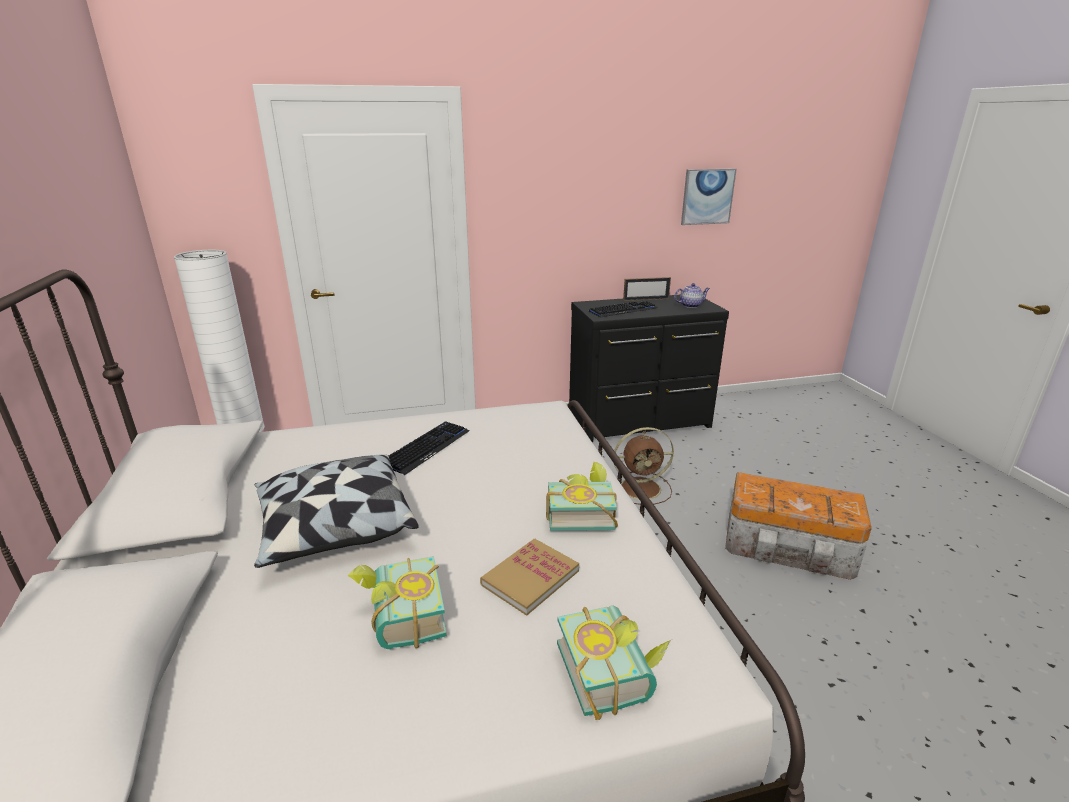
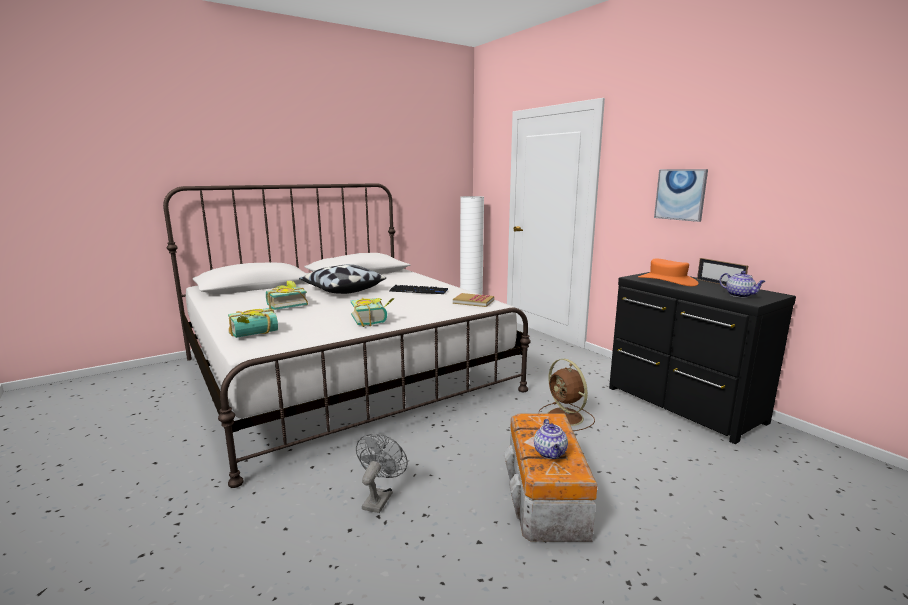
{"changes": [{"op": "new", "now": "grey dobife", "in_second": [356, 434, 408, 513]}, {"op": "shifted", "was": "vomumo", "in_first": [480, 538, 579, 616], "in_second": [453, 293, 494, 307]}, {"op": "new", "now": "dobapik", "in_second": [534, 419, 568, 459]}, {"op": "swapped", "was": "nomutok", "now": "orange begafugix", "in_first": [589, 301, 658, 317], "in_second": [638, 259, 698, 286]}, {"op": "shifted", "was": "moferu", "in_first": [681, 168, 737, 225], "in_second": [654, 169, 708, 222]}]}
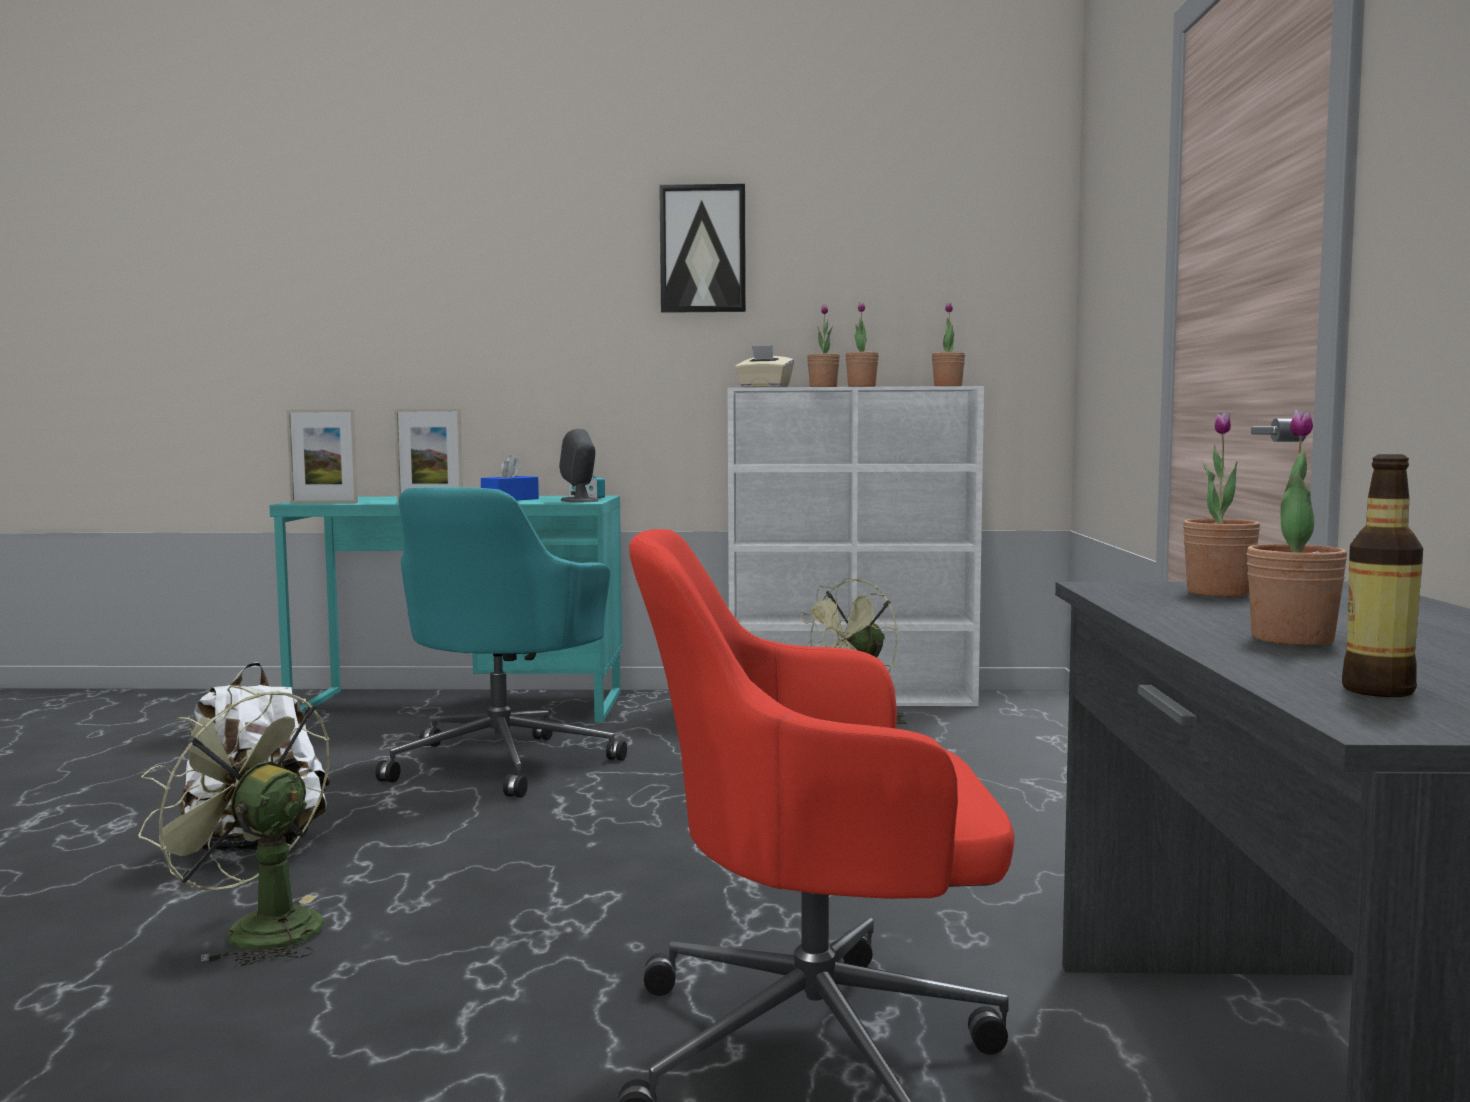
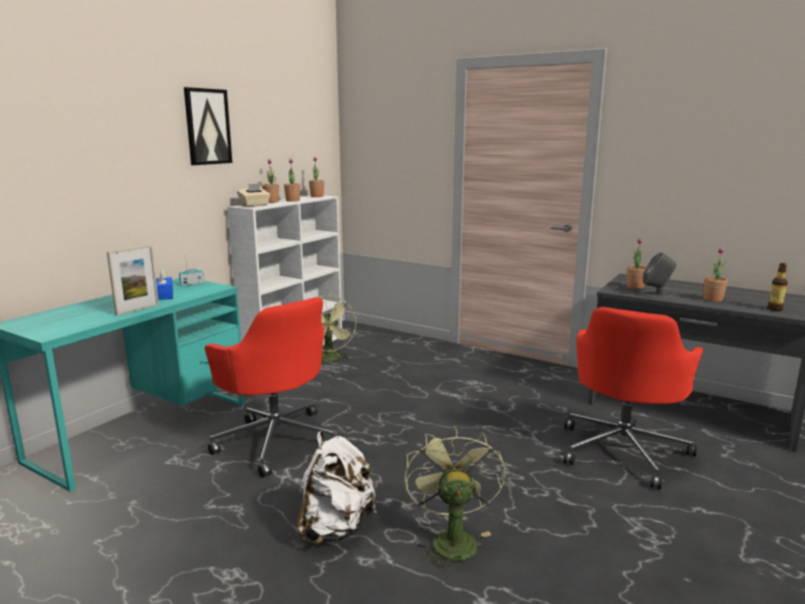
{"changes": [{"op": "repainted", "was": "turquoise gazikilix", "now": "red gazikilix", "in_first": [375, 487, 627, 798], "in_second": [205, 297, 334, 477]}, {"op": "rotated", "was": "green dobife", "in_first": [138, 686, 329, 966], "in_second": [404, 426, 505, 571], "clockwise": 120}, {"op": "shifted", "was": "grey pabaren", "in_first": [559, 429, 598, 502], "in_second": [641, 252, 677, 298]}, {"op": "gone", "was": "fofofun", "in_first": [286, 409, 358, 503]}]}
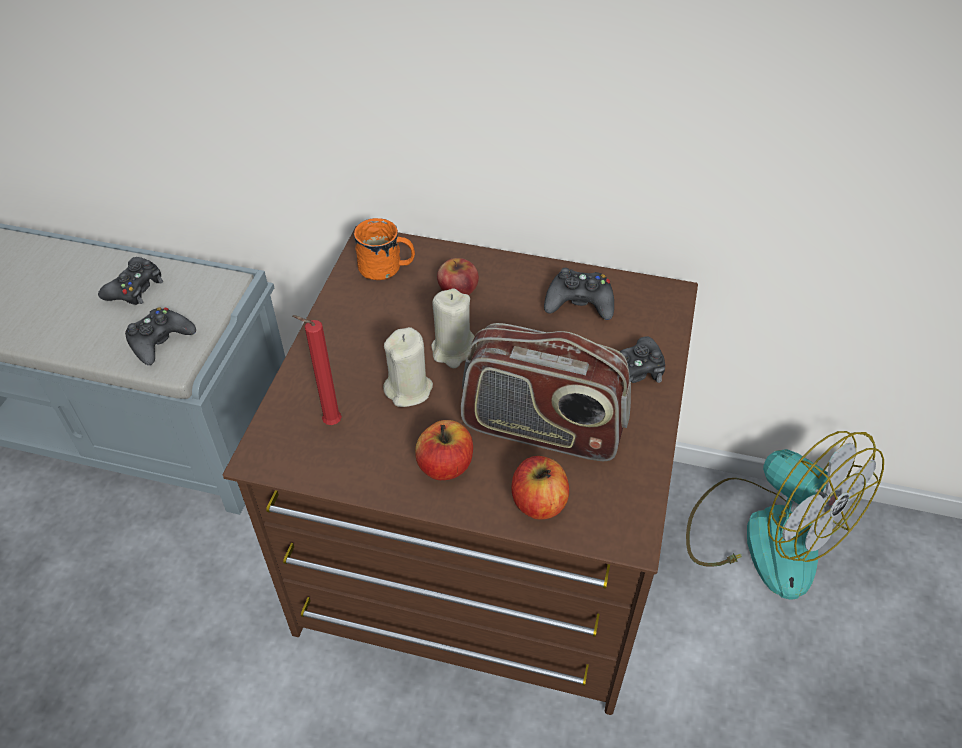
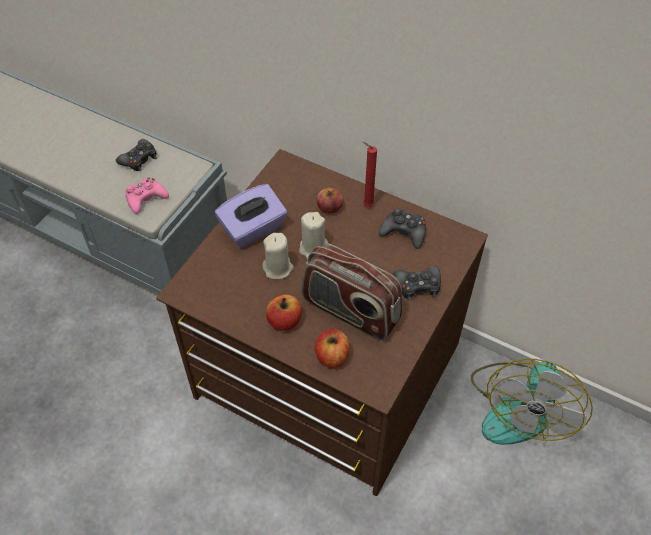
{"changes": [{"op": "repainted", "was": "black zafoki", "now": "pink zafoki", "in_first": [125, 307, 196, 365], "in_second": [126, 177, 169, 214]}, {"op": "new", "now": "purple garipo", "in_second": [215, 184, 287, 248]}, {"op": "shifted", "was": "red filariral", "in_first": [292, 315, 342, 425], "in_second": [363, 142, 377, 207]}, {"op": "rotated", "was": "dobife", "in_first": [686, 431, 884, 599], "in_second": [471, 359, 593, 445], "clockwise": 45}, {"op": "gone", "was": "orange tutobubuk", "in_first": [354, 218, 415, 280]}]}
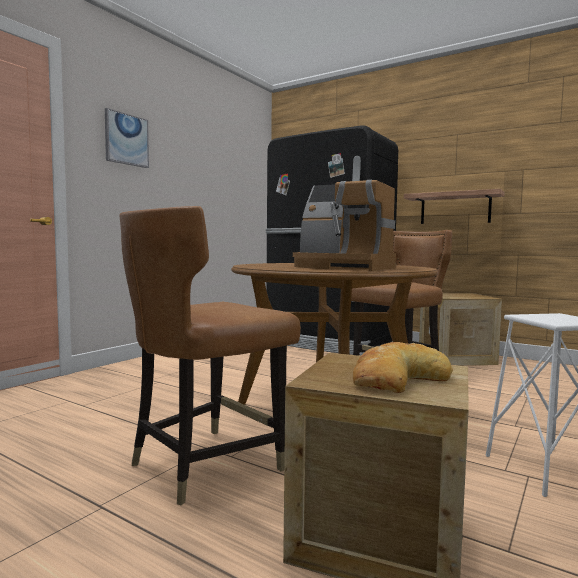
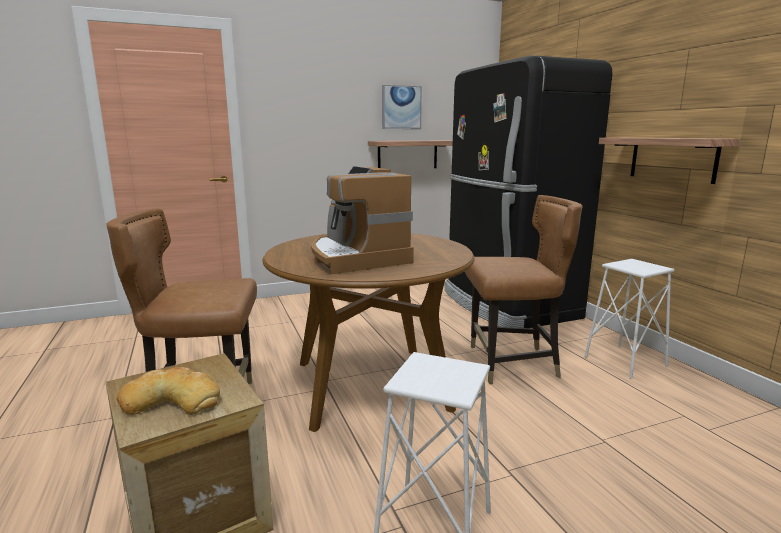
{"changes": [{"op": "new", "now": "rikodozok", "in_second": [368, 141, 453, 168]}, {"op": "shifted", "was": "moferu", "in_first": [105, 108, 149, 168], "in_second": [382, 85, 422, 129]}, {"op": "swapped", "was": "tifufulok", "now": "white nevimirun", "in_first": [419, 293, 502, 366], "in_second": [584, 259, 674, 379]}]}
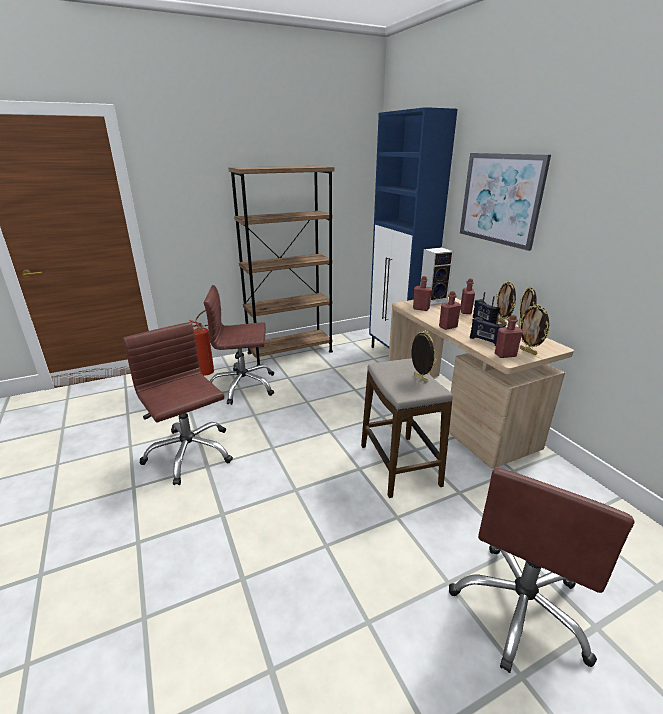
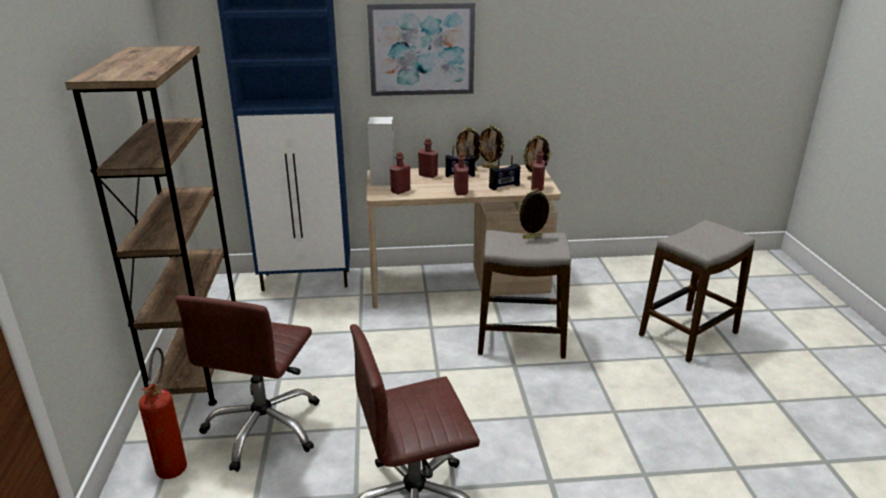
{"changes": [{"op": "swapped", "was": "brown gazikilix", "now": "nevimirun", "in_first": [449, 468, 635, 673], "in_second": [639, 220, 755, 362]}]}
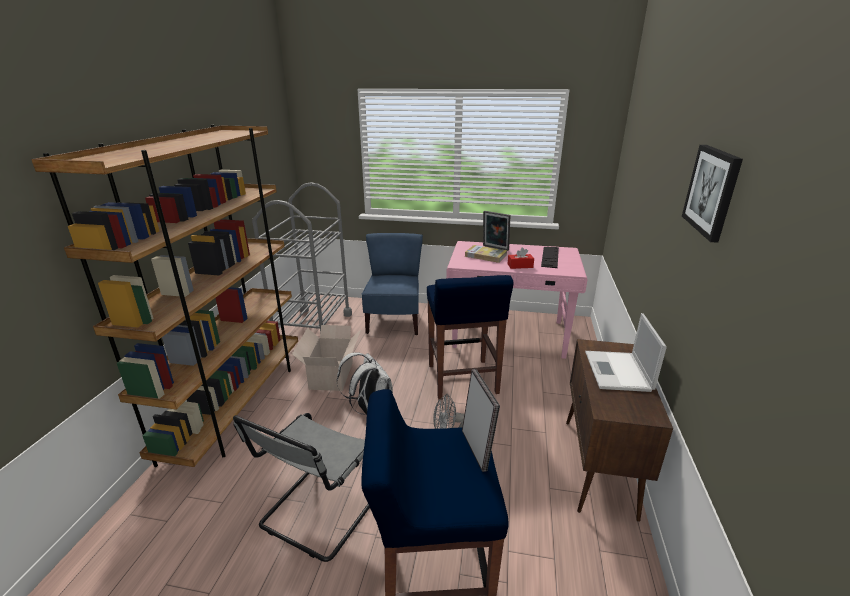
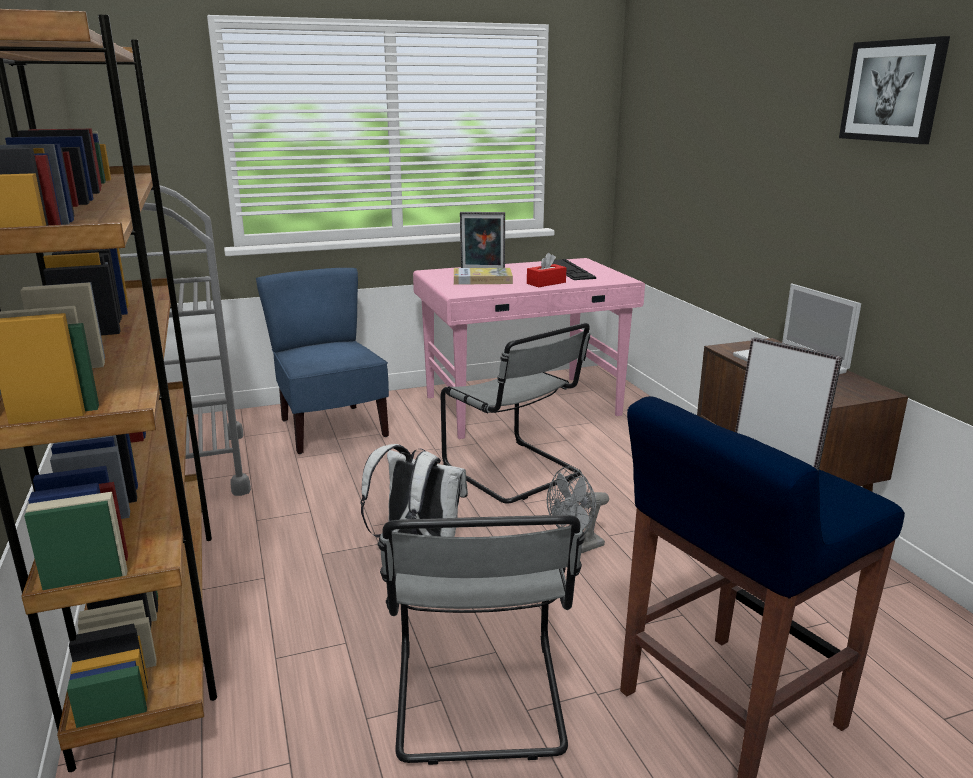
{"changes": [{"op": "swapped", "was": "blue nevimirun", "now": "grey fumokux", "in_first": [427, 275, 514, 400], "in_second": [441, 323, 590, 504]}, {"op": "gone", "was": "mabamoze", "in_first": [292, 325, 361, 391]}]}
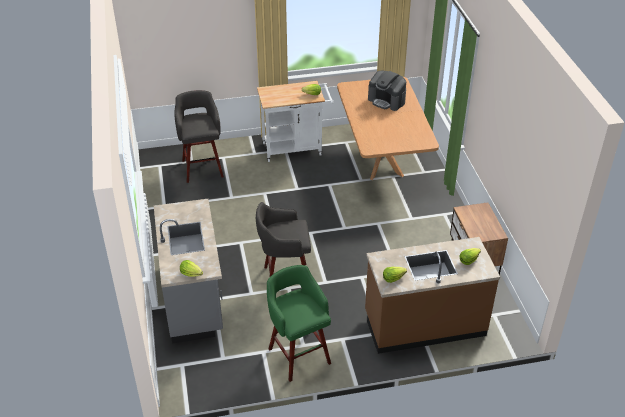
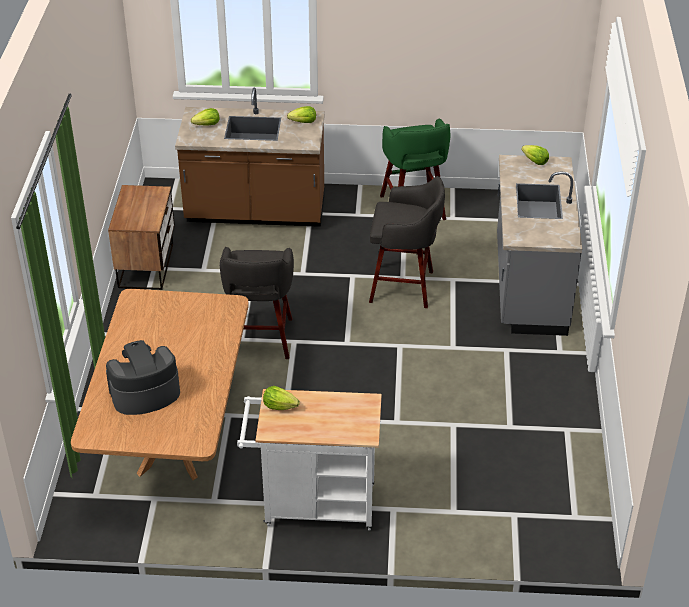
{"changes": [{"op": "rotated", "was": "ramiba", "in_first": [368, 71, 406, 111], "in_second": [106, 340, 180, 415], "clockwise": -75}, {"op": "shifted", "was": "grey nevimirun", "in_first": [174, 90, 224, 183], "in_second": [220, 247, 294, 359]}]}
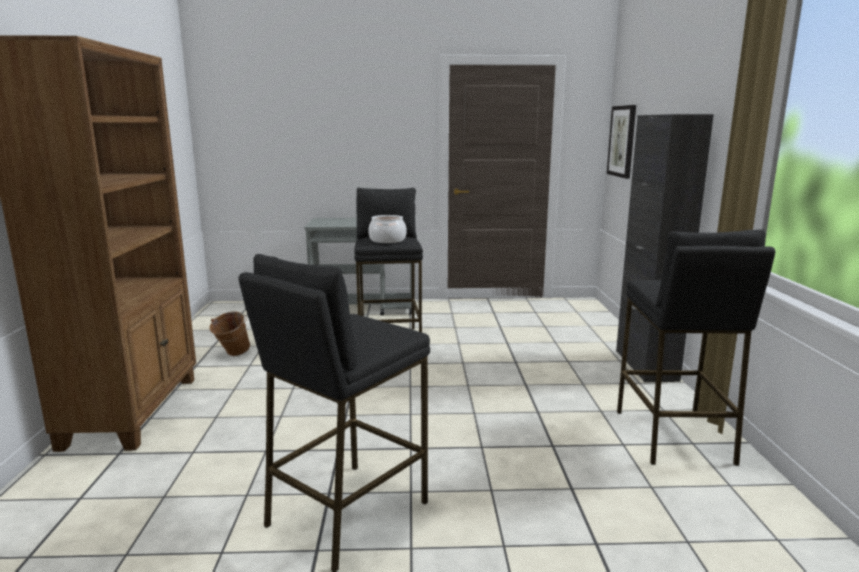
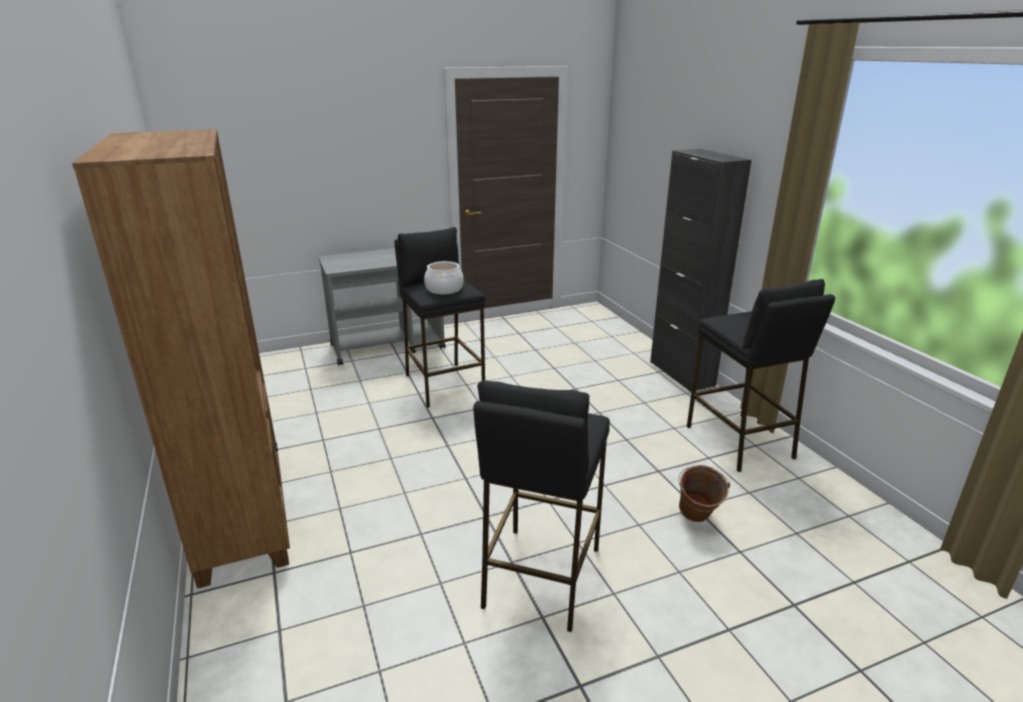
{"changes": [{"op": "shifted", "was": "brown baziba", "in_first": [210, 311, 250, 356], "in_second": [678, 465, 730, 522]}, {"op": "gone", "was": "moferu", "in_first": [607, 105, 636, 179]}]}
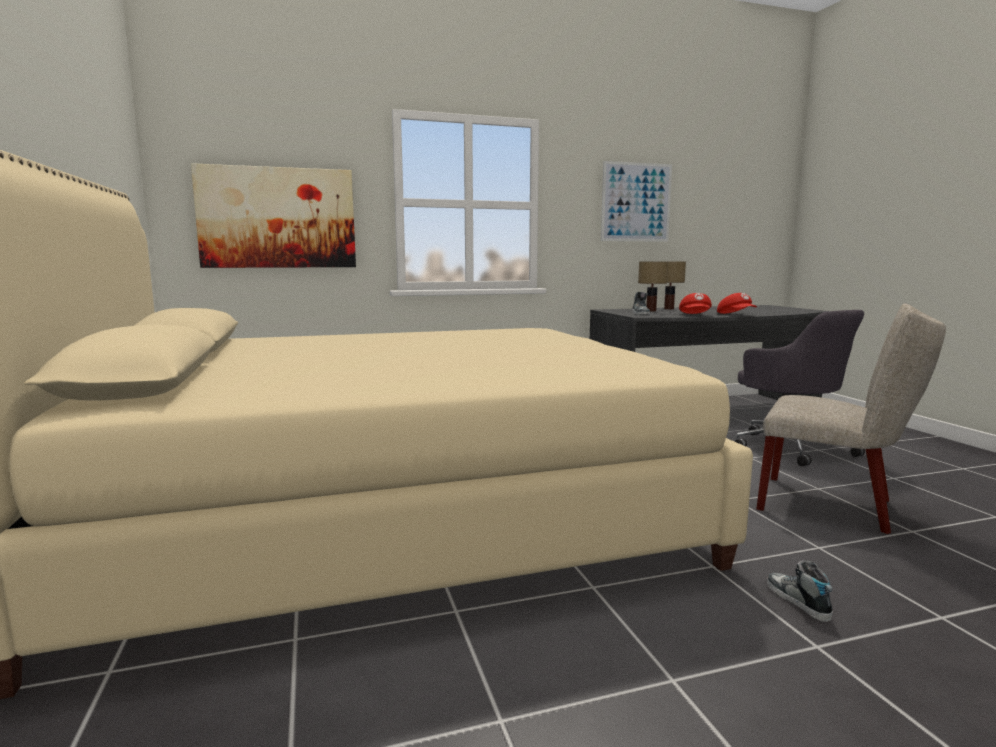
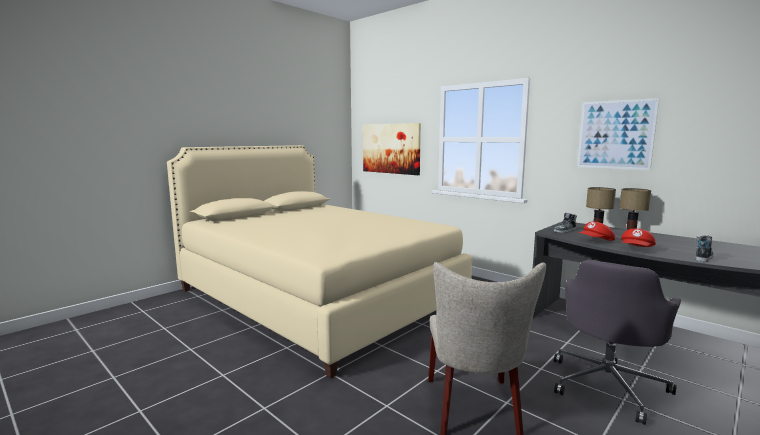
{"changes": [{"op": "shifted", "was": "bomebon", "in_first": [767, 560, 833, 622], "in_second": [696, 235, 714, 262]}]}
